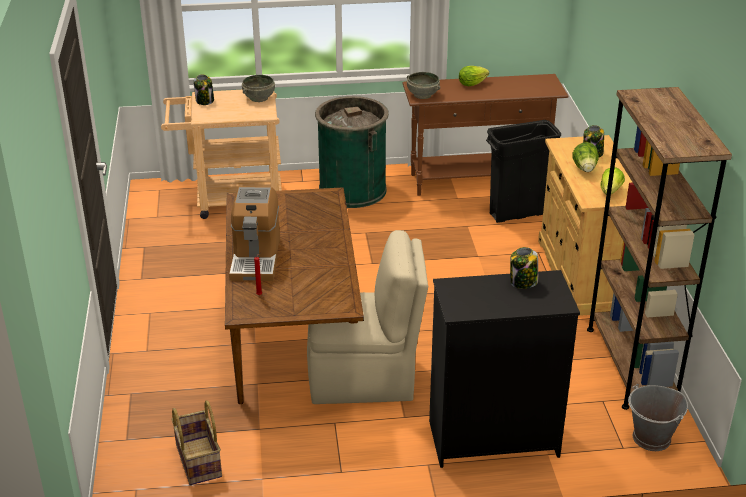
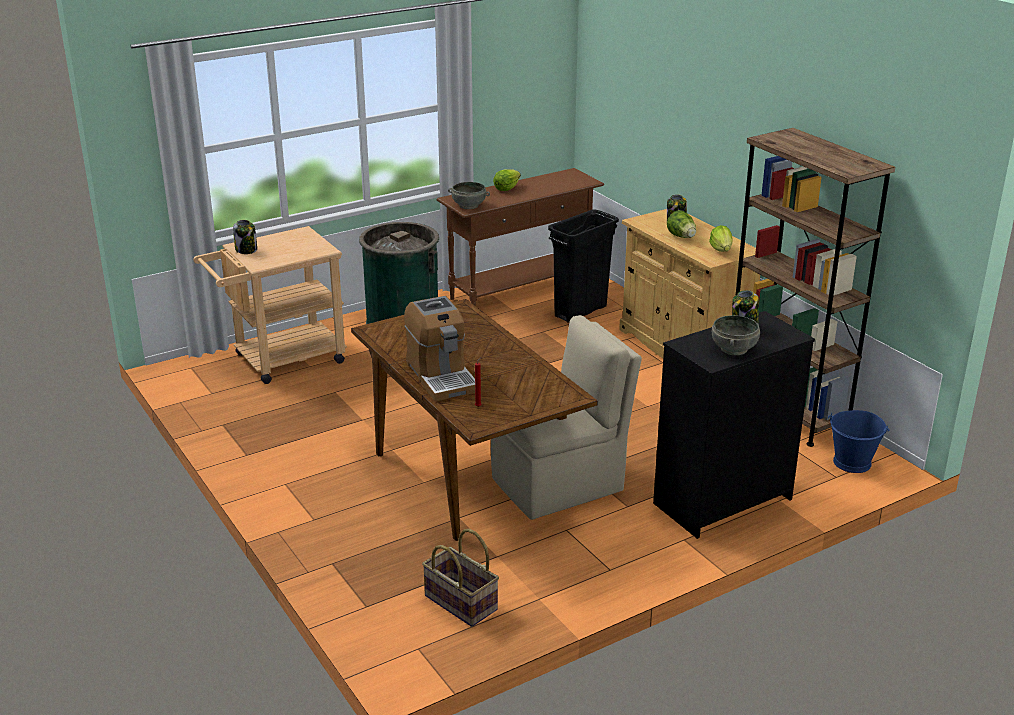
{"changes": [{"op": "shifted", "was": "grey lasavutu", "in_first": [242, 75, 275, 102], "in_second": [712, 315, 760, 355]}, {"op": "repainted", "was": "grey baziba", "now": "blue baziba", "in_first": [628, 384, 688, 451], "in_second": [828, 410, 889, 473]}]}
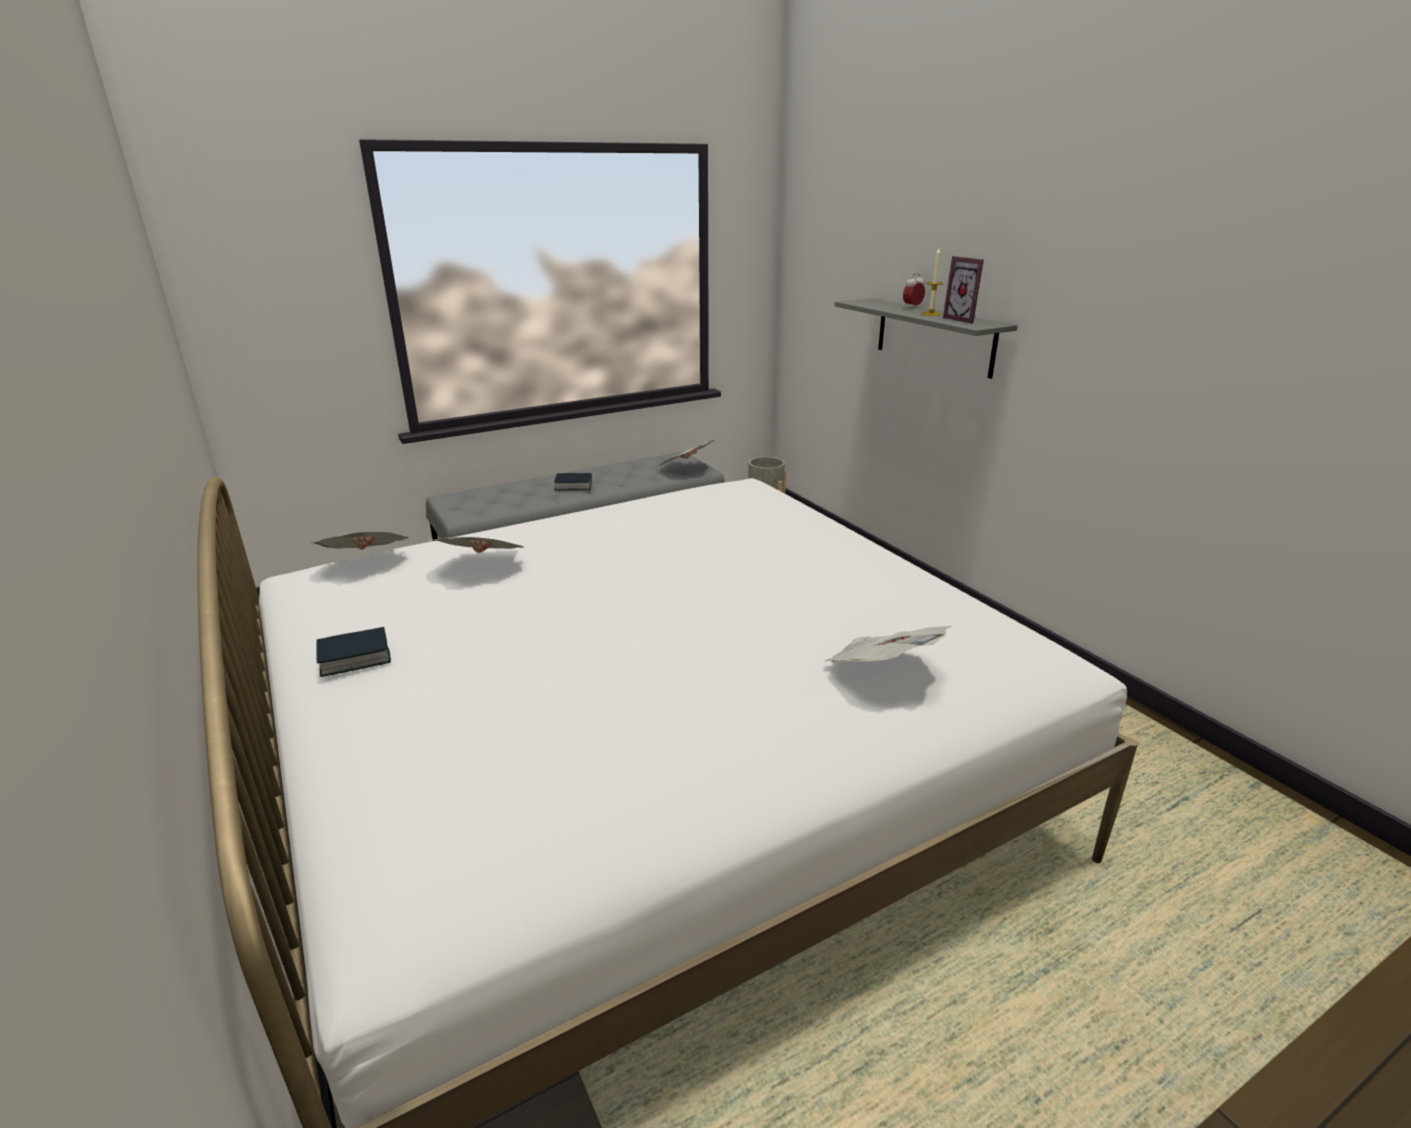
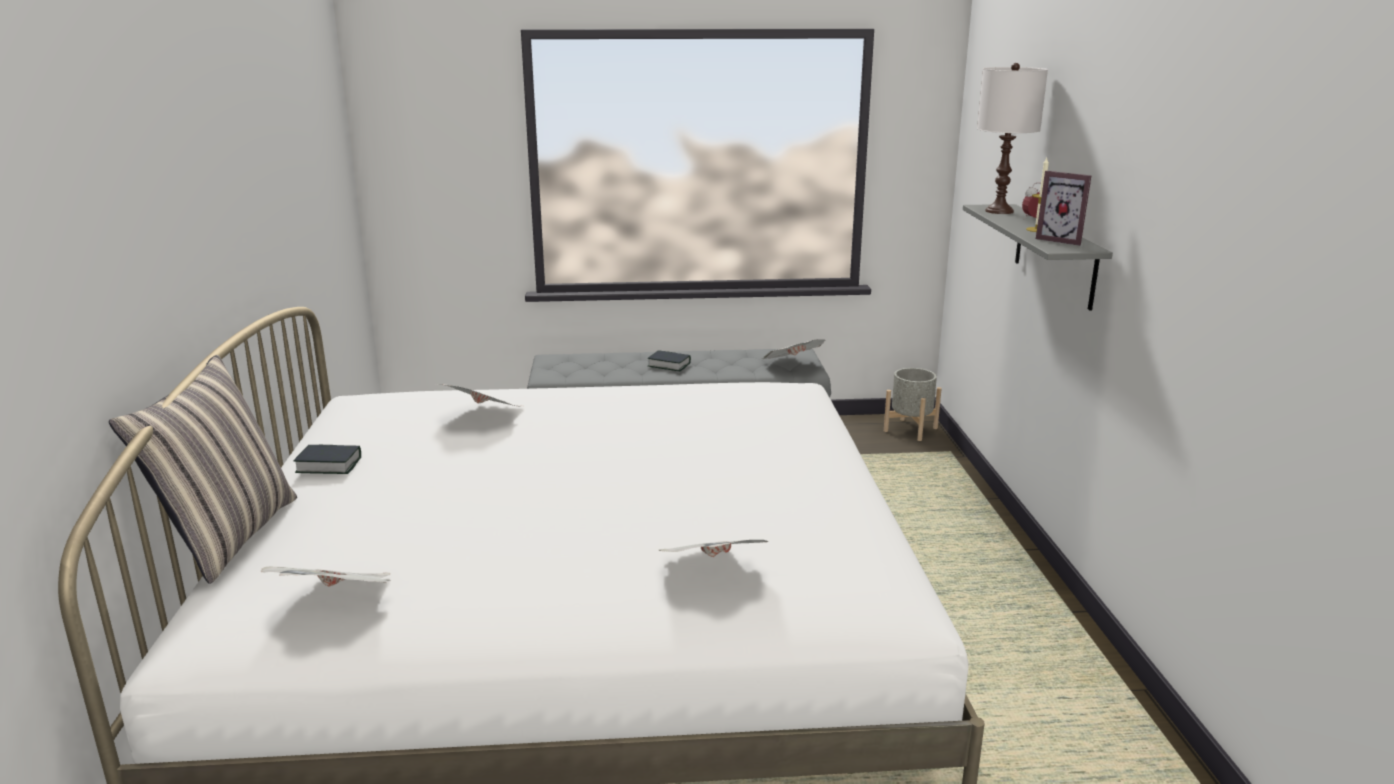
{"changes": [{"op": "new", "now": "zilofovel", "in_second": [109, 355, 297, 584]}, {"op": "shifted", "was": "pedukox", "in_first": [310, 532, 408, 549], "in_second": [261, 567, 392, 587]}, {"op": "new", "now": "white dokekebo", "in_second": [977, 63, 1048, 214]}, {"op": "rotated", "was": "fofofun", "in_first": [943, 256, 984, 323], "in_second": [1036, 171, 1091, 246], "clockwise": -45}]}
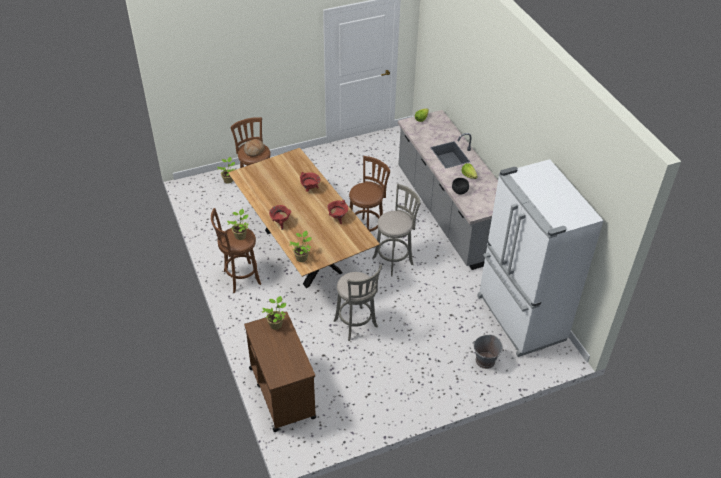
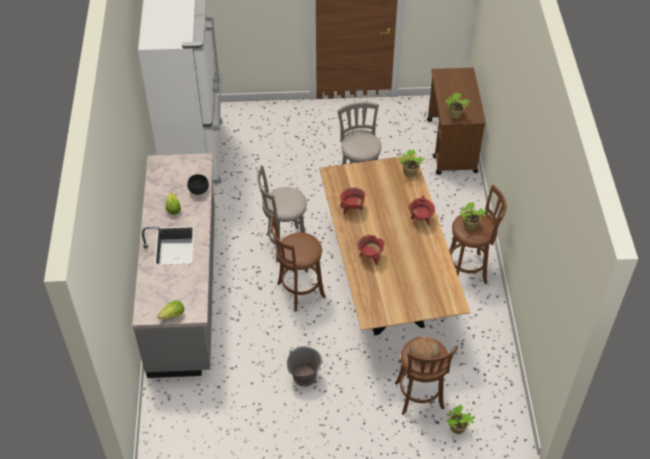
{"changes": [{"op": "shifted", "was": "grey baziba", "in_first": [472, 335, 504, 369], "in_second": [287, 346, 322, 387]}]}
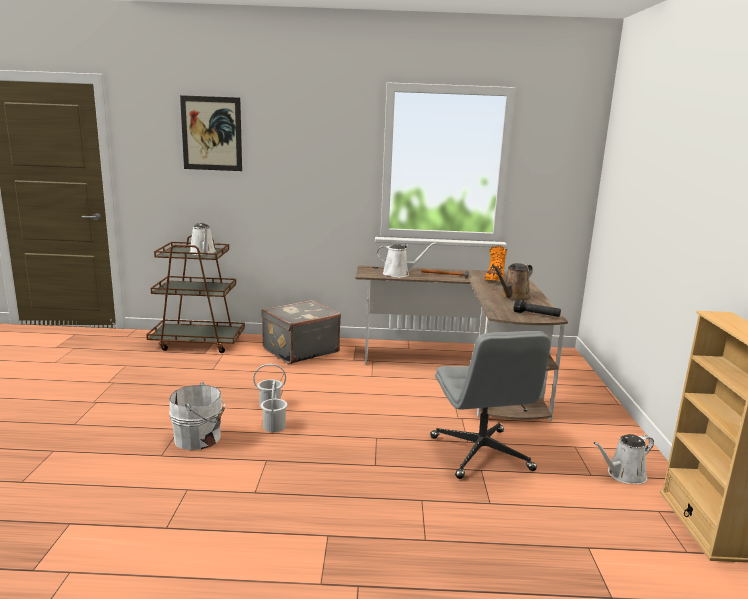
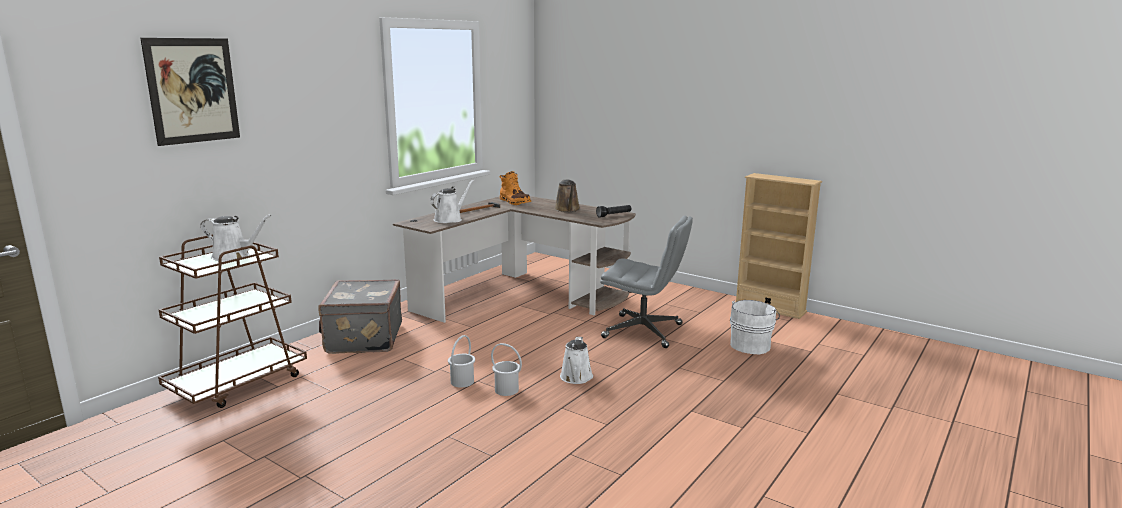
{"changes": [{"op": "shifted", "was": "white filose", "in_first": [593, 434, 654, 484], "in_second": [560, 337, 593, 384]}, {"op": "shifted", "was": "white baziba", "in_first": [169, 382, 225, 450], "in_second": [730, 300, 780, 354]}]}
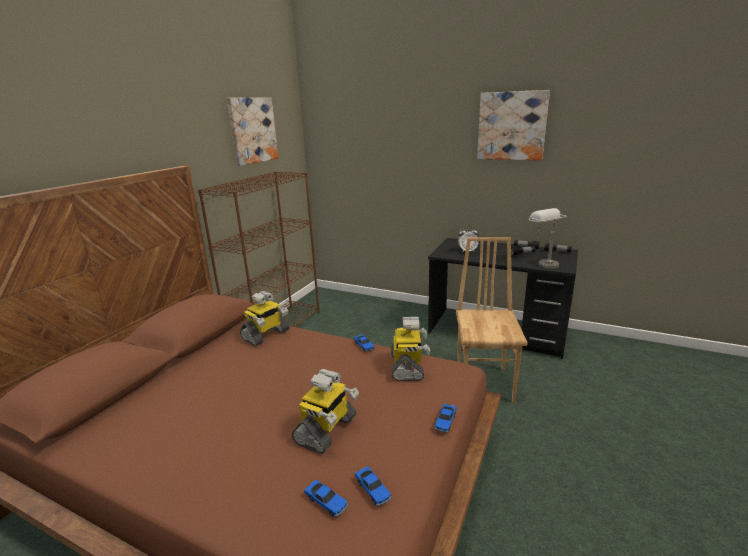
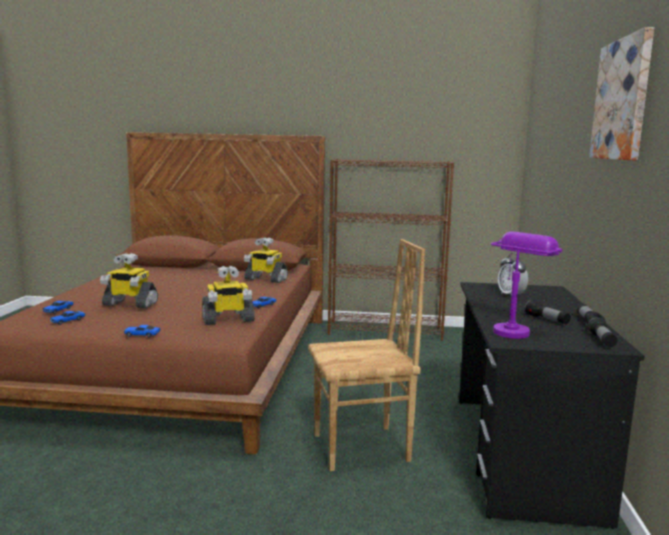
{"changes": [{"op": "repainted", "was": "grey dokekebo", "now": "purple dokekebo", "in_first": [529, 208, 567, 269], "in_second": [491, 232, 562, 339]}, {"op": "gone", "was": "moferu", "in_first": [227, 97, 278, 166]}]}
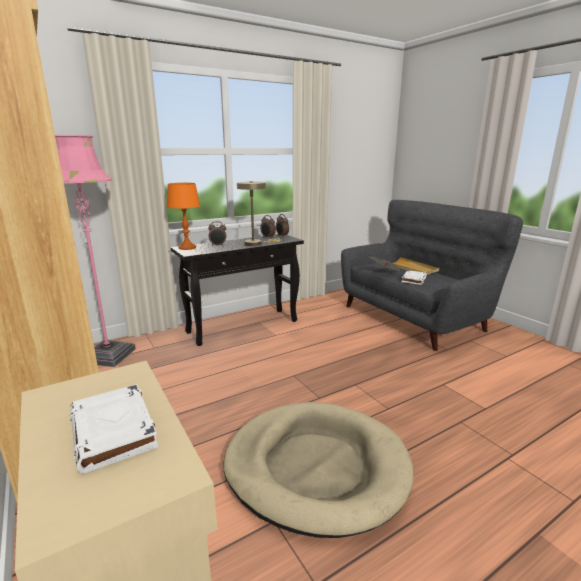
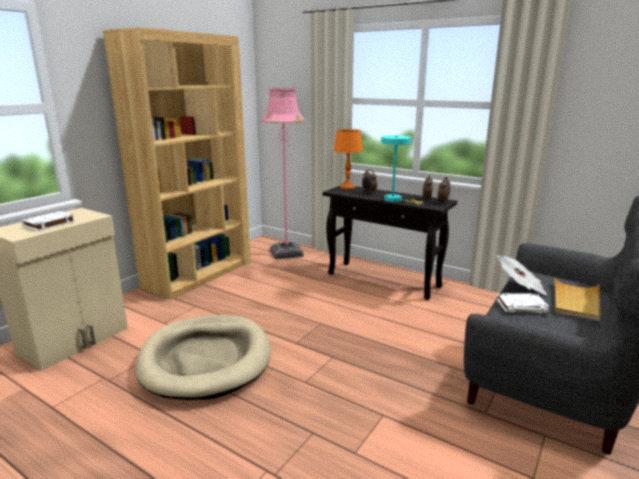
{"changes": [{"op": "repainted", "was": "beige dokekebo", "now": "turquoise dokekebo", "in_first": [237, 181, 280, 246], "in_second": [381, 135, 423, 205]}]}
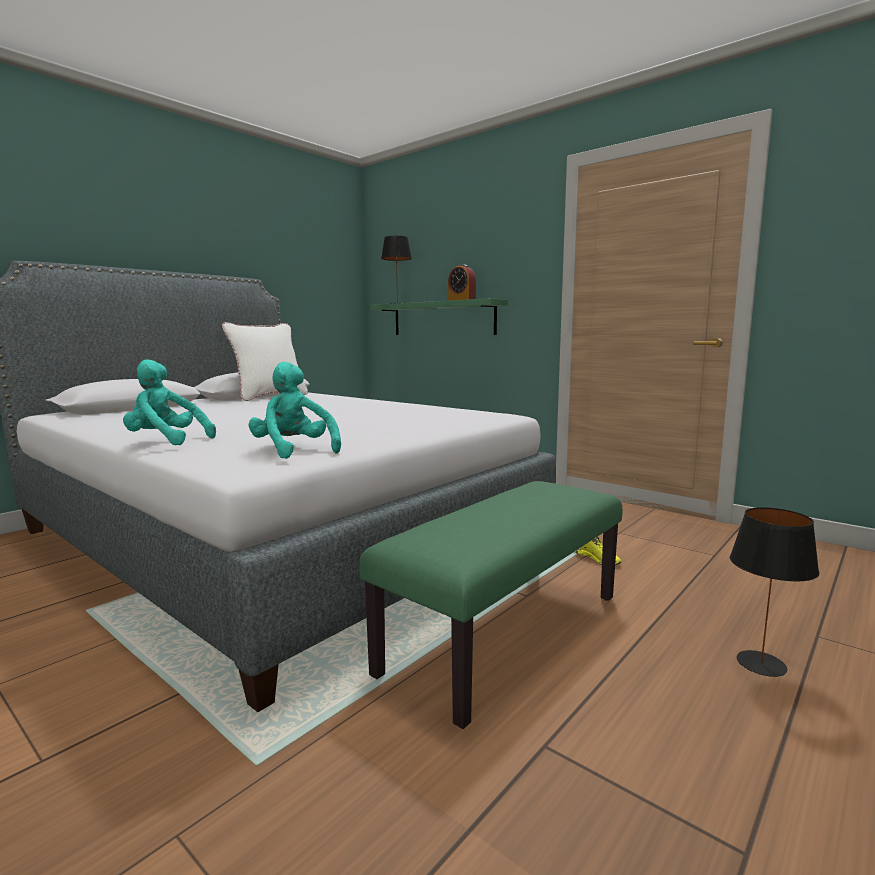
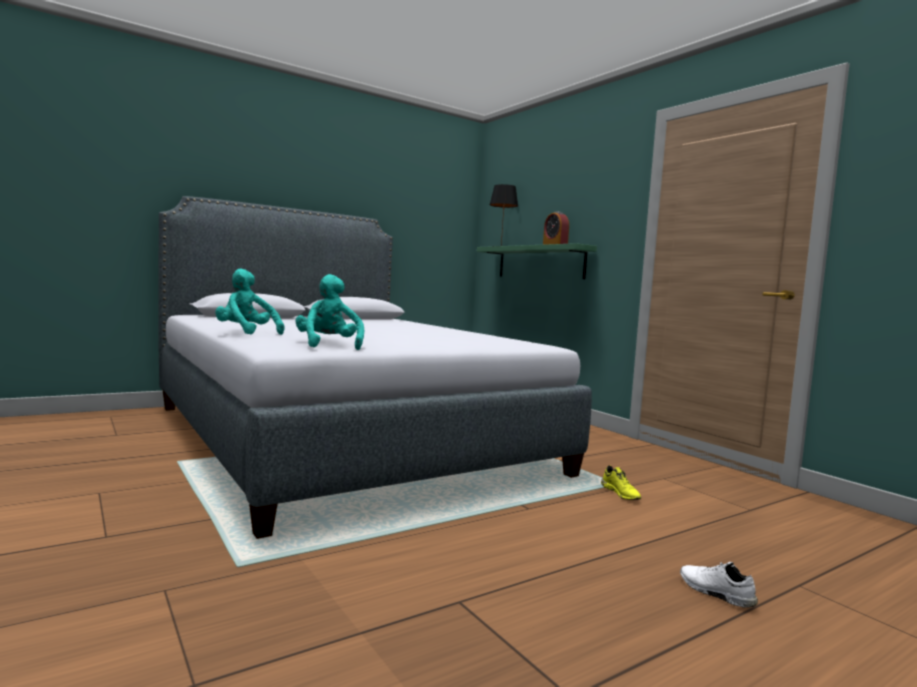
{"changes": [{"op": "swapped", "was": "black dokekebo", "now": "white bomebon", "in_first": [730, 507, 819, 677], "in_second": [680, 562, 758, 607]}, {"op": "gone", "was": "white zilofovel", "in_first": [222, 322, 308, 401]}, {"op": "gone", "was": "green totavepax", "in_first": [359, 481, 623, 729]}]}
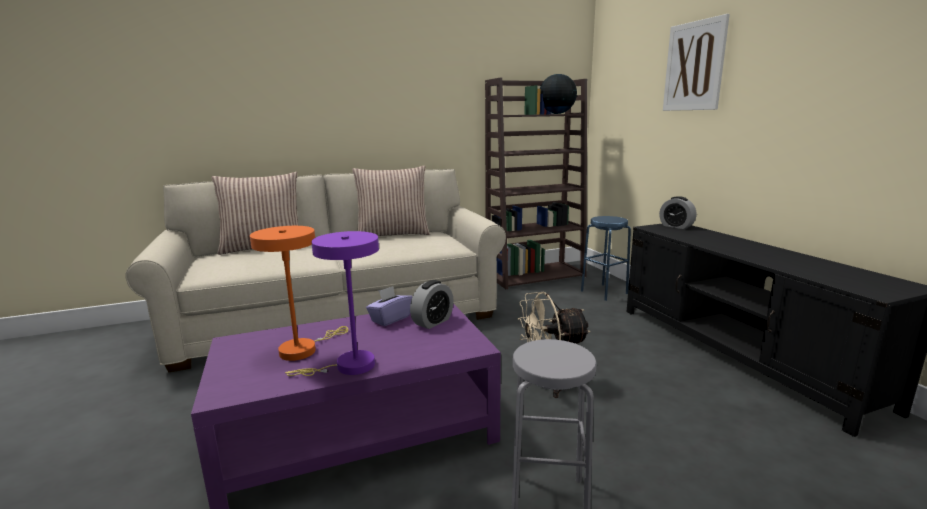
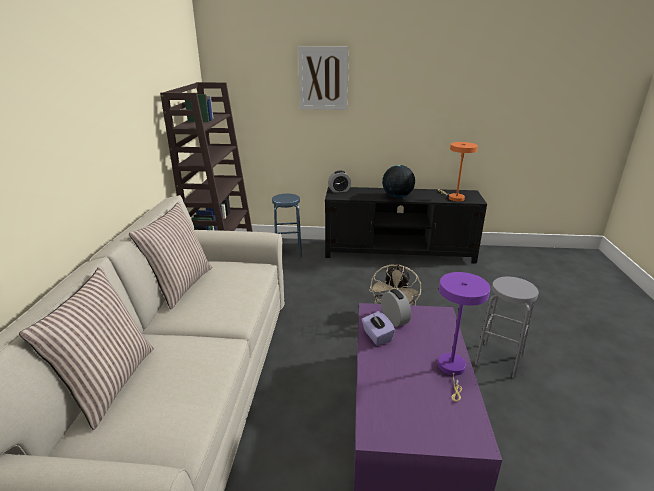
{"changes": [{"op": "shifted", "was": "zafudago", "in_first": [540, 74, 577, 114], "in_second": [382, 165, 415, 198]}, {"op": "shifted", "was": "orange dokekebo", "in_first": [250, 226, 348, 361], "in_second": [438, 142, 478, 201]}]}
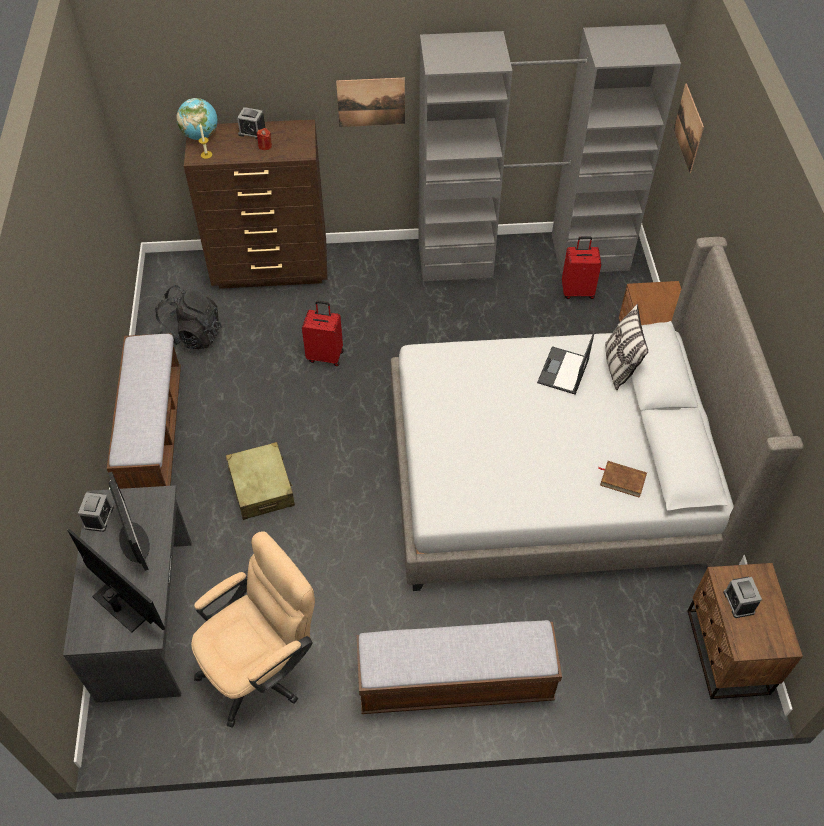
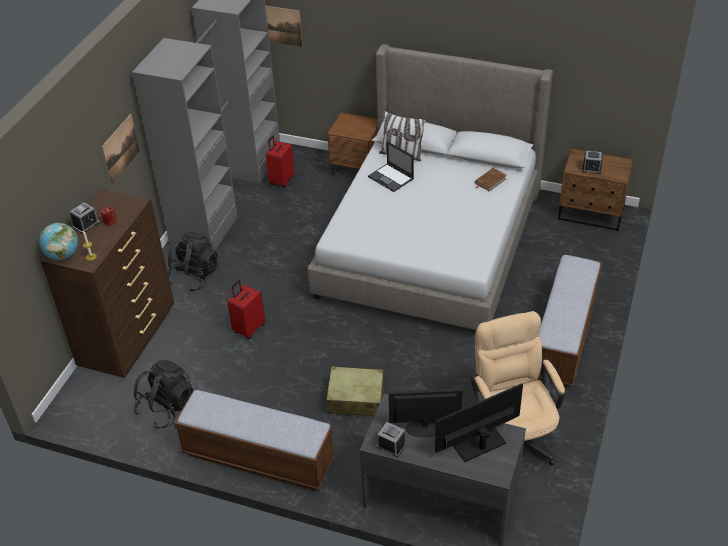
{"changes": [{"op": "new", "now": "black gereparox", "in_second": [167, 231, 219, 292]}]}
